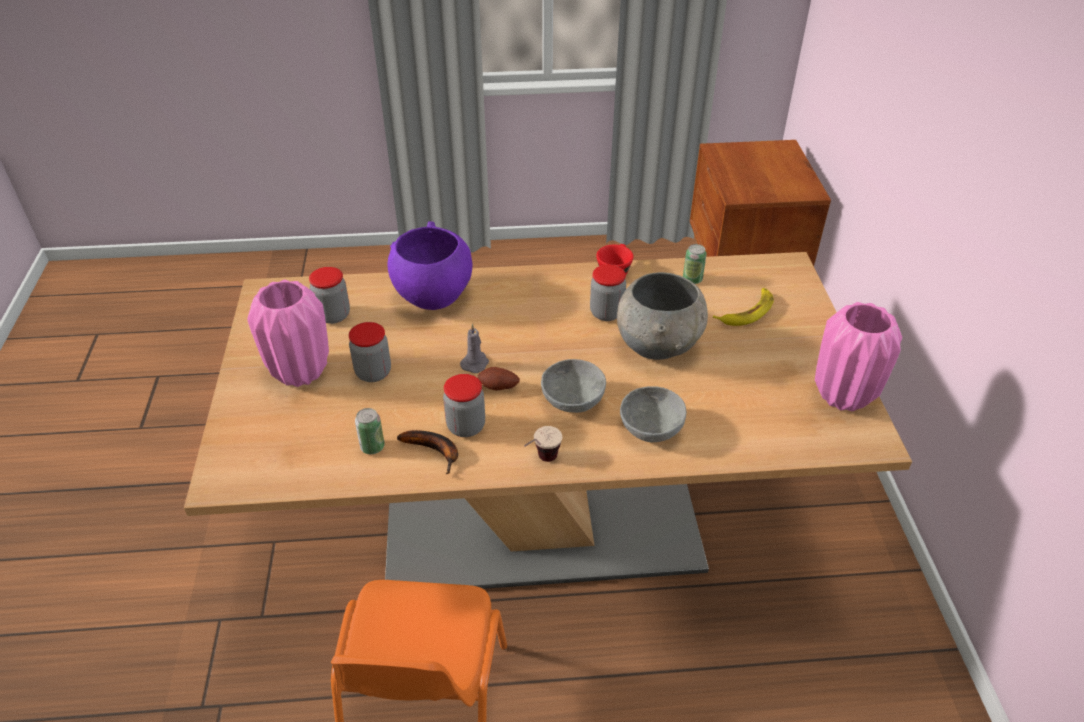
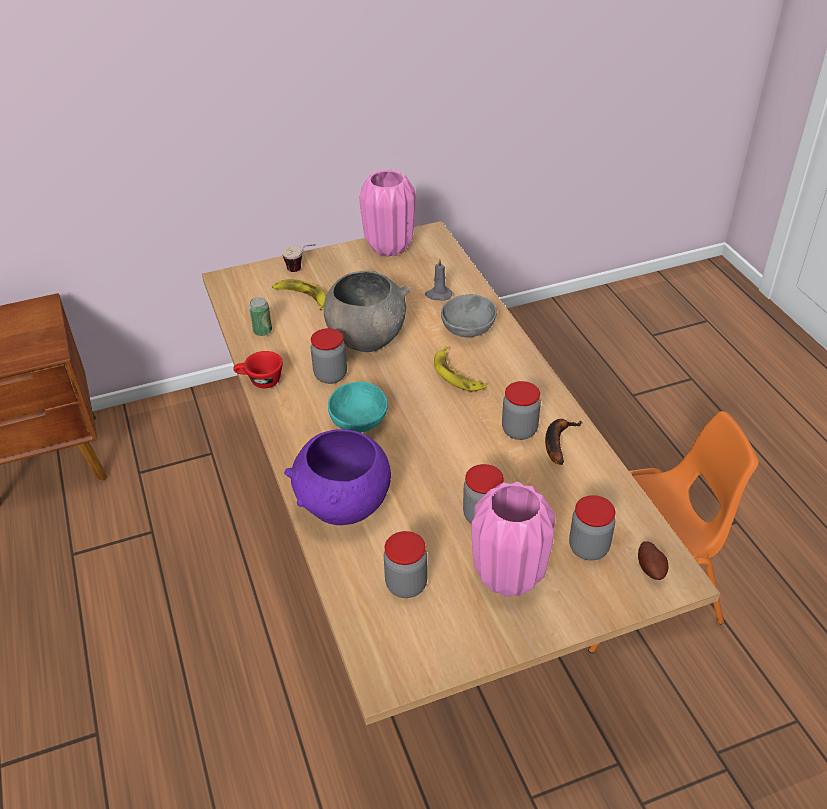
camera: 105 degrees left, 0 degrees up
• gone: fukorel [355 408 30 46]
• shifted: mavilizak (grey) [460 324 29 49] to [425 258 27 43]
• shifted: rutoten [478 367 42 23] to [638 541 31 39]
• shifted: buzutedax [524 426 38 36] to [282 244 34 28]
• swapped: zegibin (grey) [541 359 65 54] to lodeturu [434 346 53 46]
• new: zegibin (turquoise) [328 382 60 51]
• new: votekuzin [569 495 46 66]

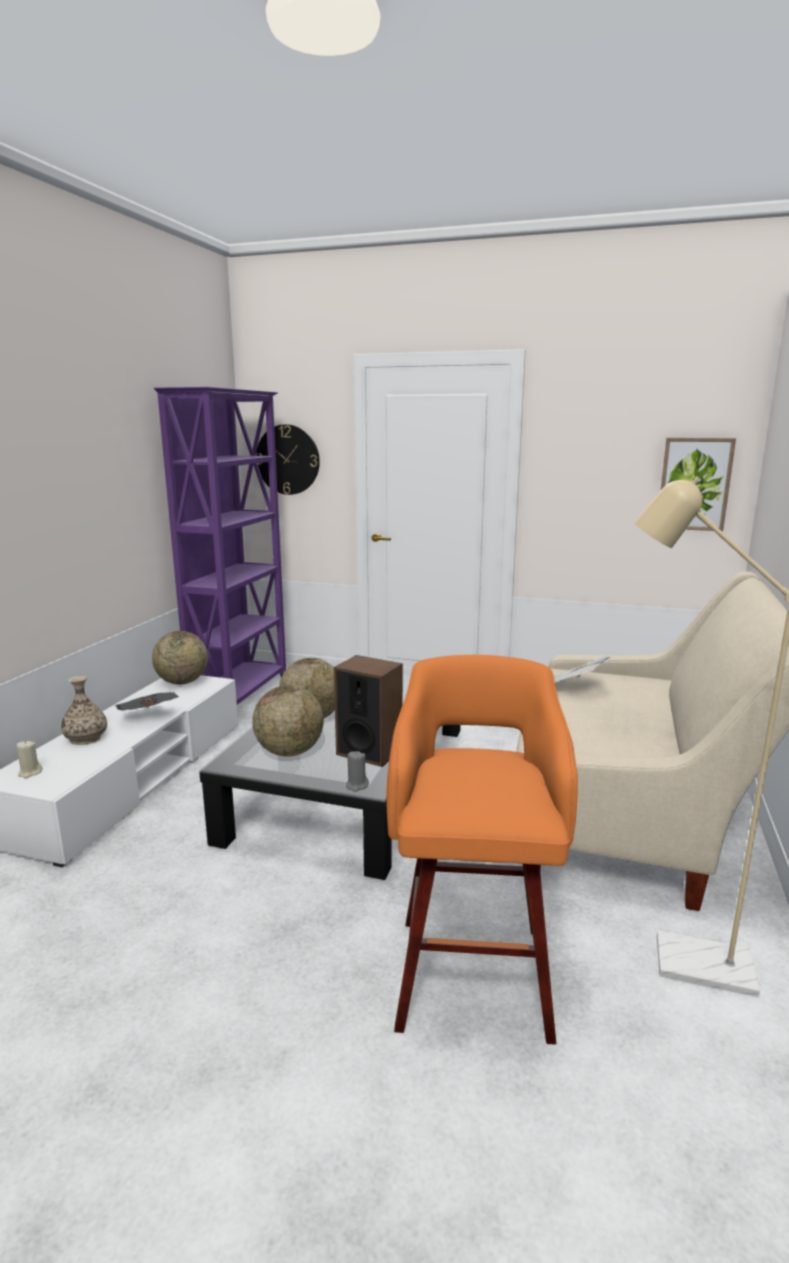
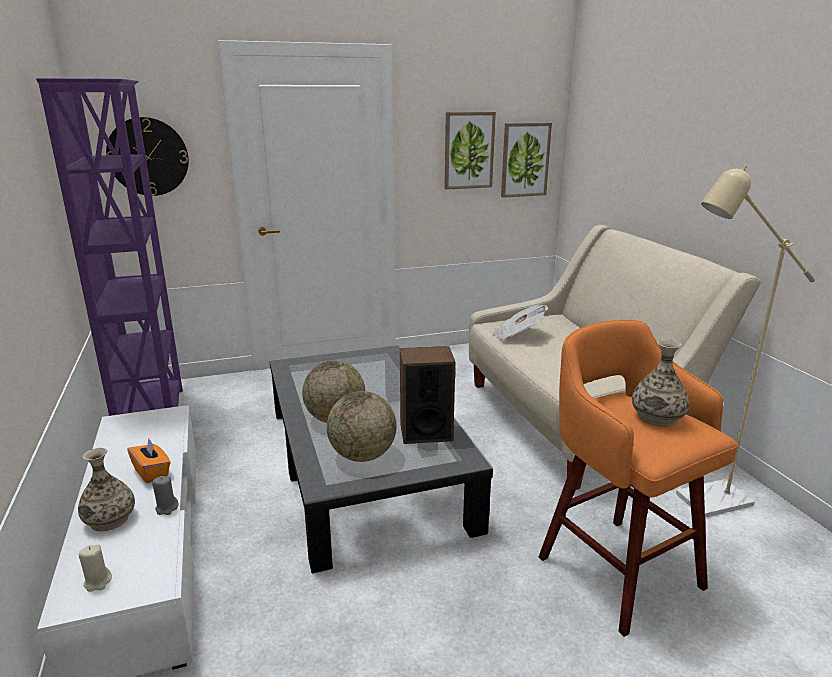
camera: 35 degrees left, 5 degrees up
• swapped: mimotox [115 692 64 19] to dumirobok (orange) [127 439 44 44]
• gone: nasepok [152 631 56 54]
• shifted: mavilizak (grey) [346 751 23 41] to [152 476 27 39]
• new: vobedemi [444 112 52 78]
• new: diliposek [632 339 57 88]

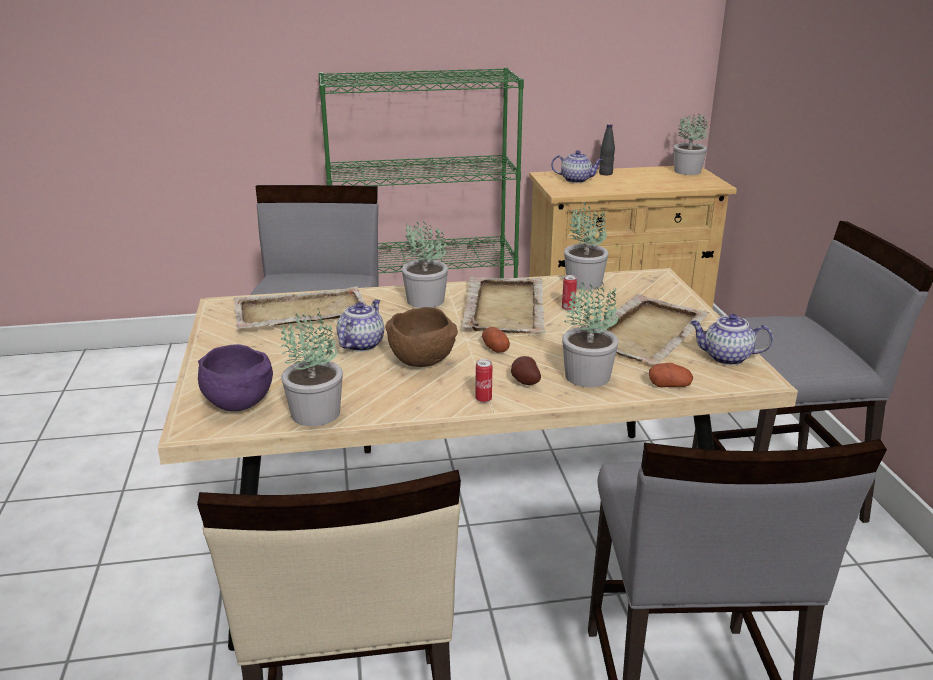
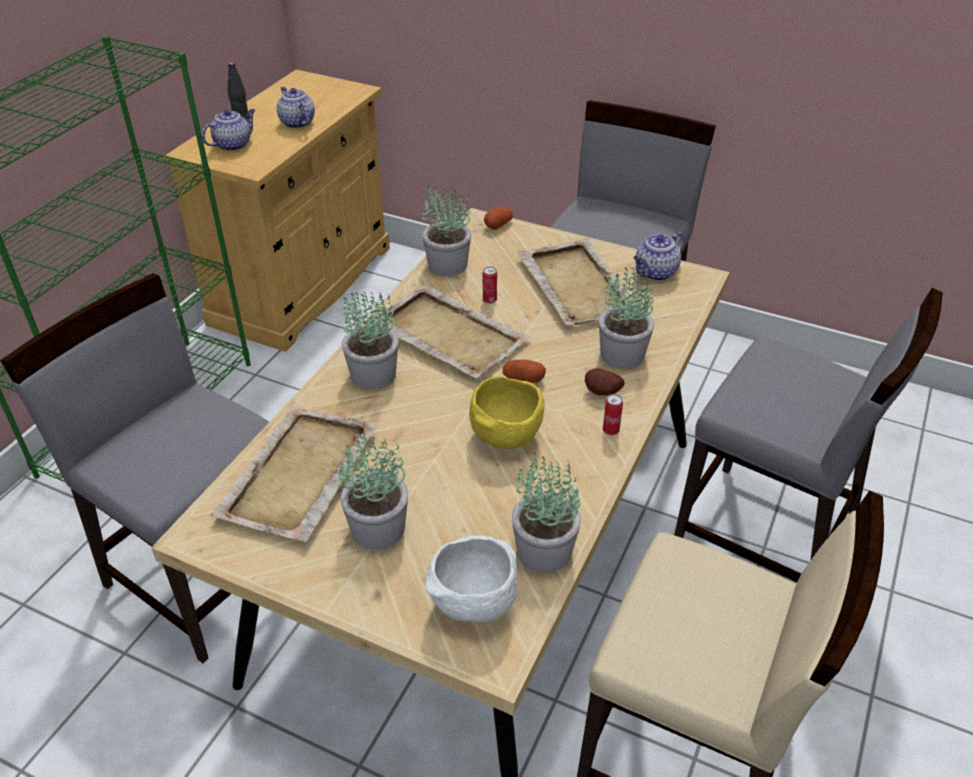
camera: 55 degrees left, 15 degrees up
• repainted: zegibin (purple) [198 344 75 67] to zegibin (white) [425 536 92 86]
• shifted: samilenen [337 299 47 53] to [277 87 38 42]
• repainted: zegibin (brown) [385 307 73 60] to zegibin (yellow) [469 376 75 73]
• shifted: rutoten [649 363 44 24] to [484 206 29 24]
• shifted: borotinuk [674 114 34 61] to [338 432 70 118]

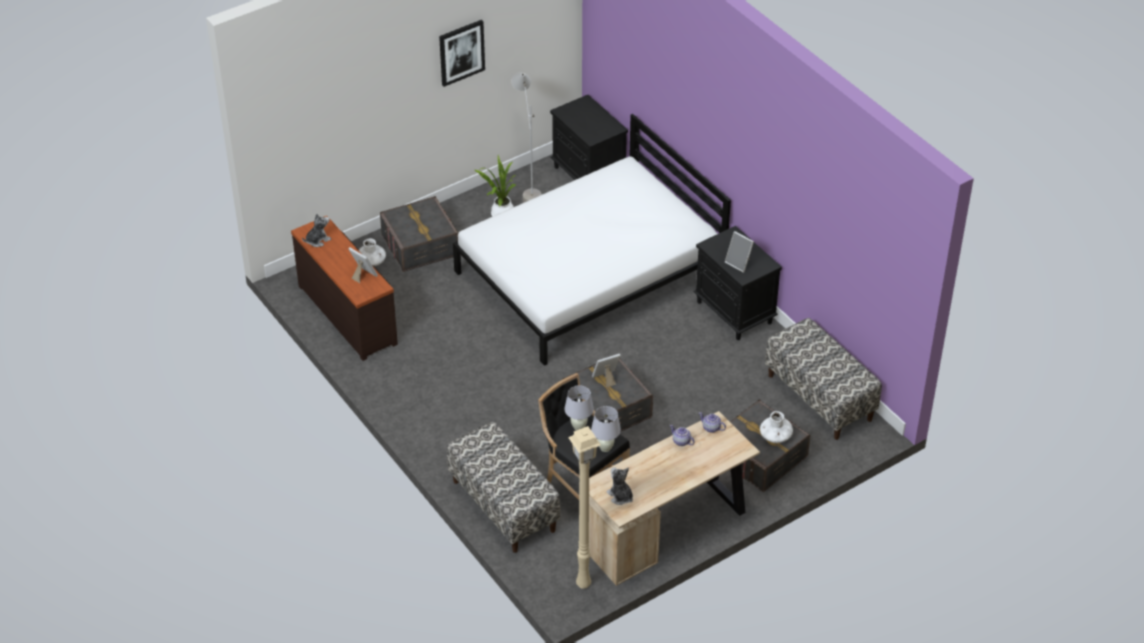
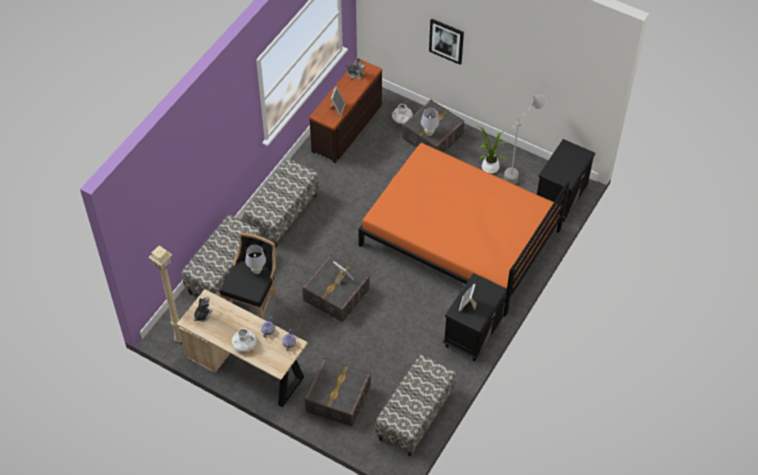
camera: 65 degrees right, 10 degrees up
• shifted: vobedemi [439 20 46 67] to [429 19 35 46]
• repainted: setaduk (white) [453 114 278 252] to setaduk (orange) [358 143 212 174]
• shifted: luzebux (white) [591 406 30 46] to [421 108 18 28]
• shifted: diliposek (white) [760 411 33 32] to [232 328 25 24]
• new: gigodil [243 158 76 89]

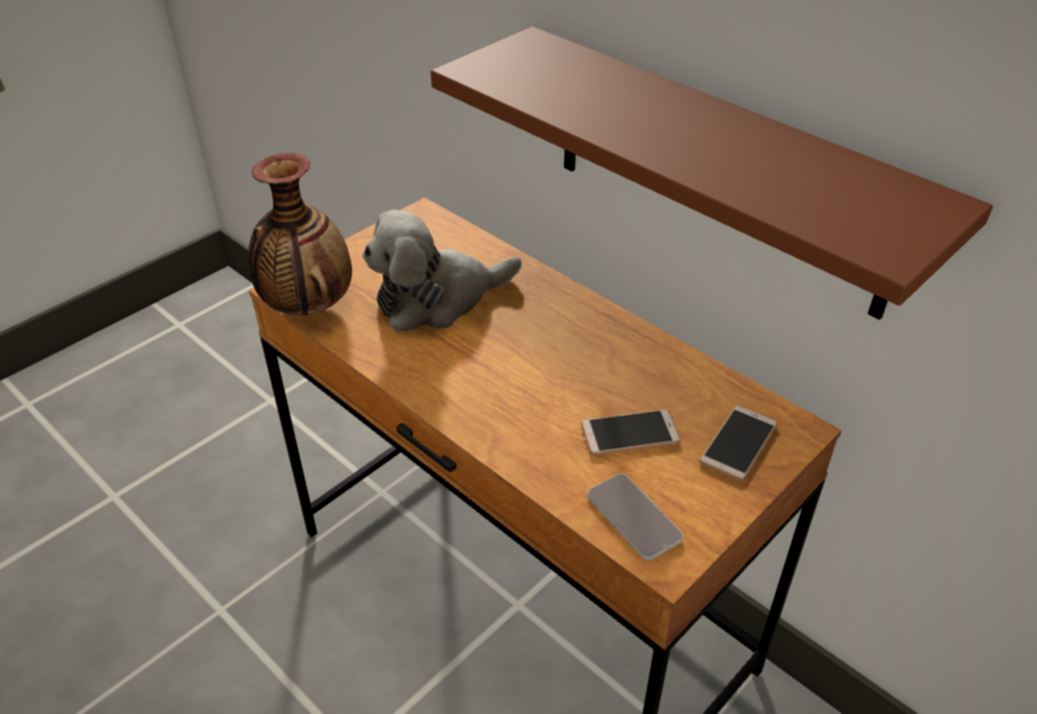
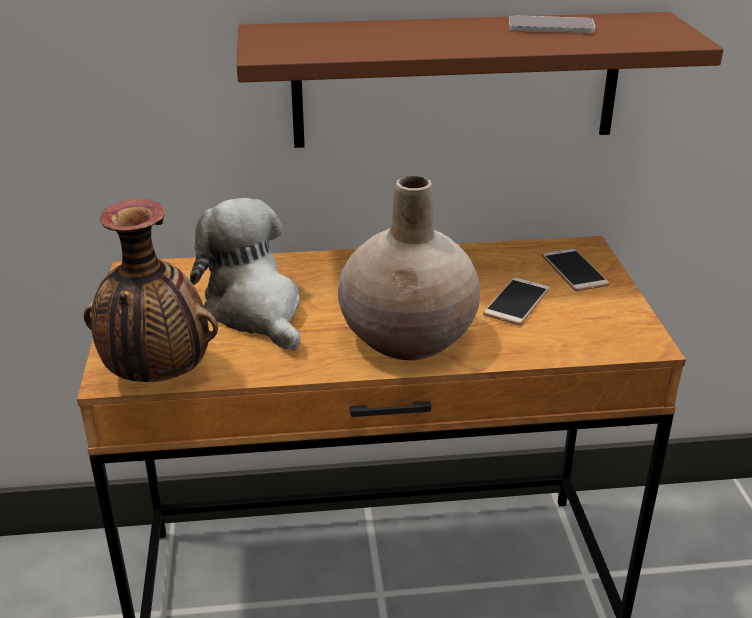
camera: 50 degrees left, 10 degrees down
• rotated: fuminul [362 210 160 121] = [190 198 111 153] 135 degrees clockwise
• shifted: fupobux [588 474 95 86] to [509 16 86 17]
• new: diliposek (beige) [338 176 143 185]

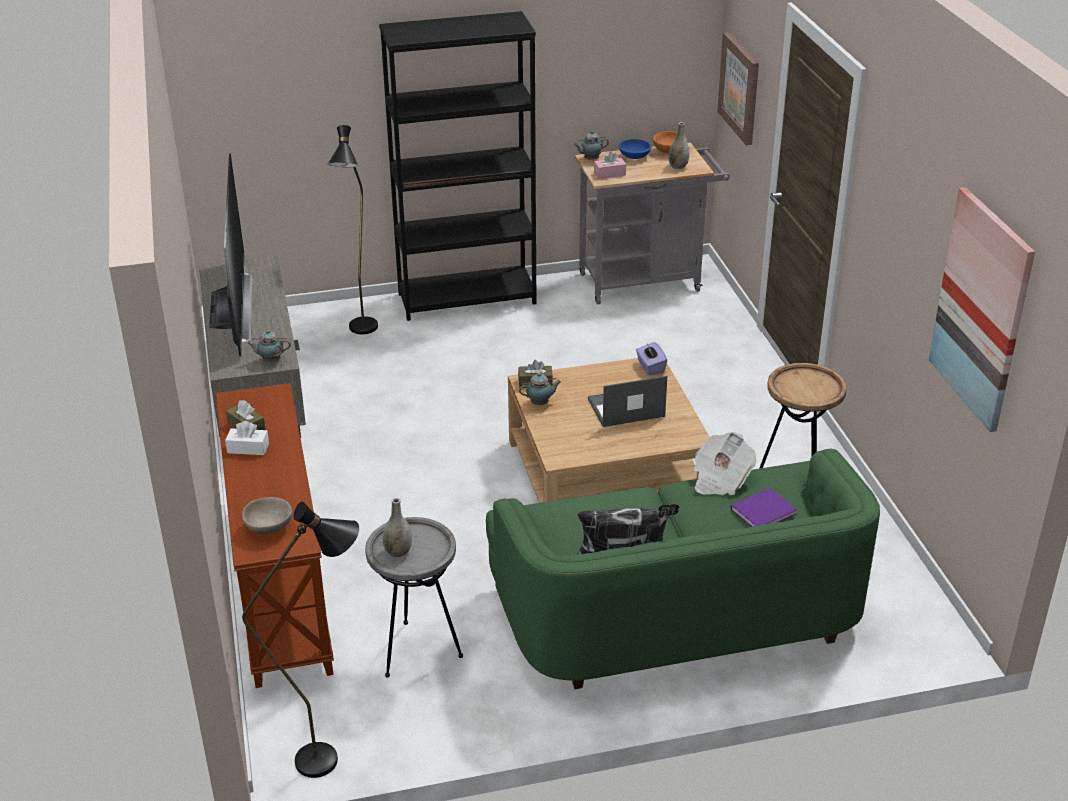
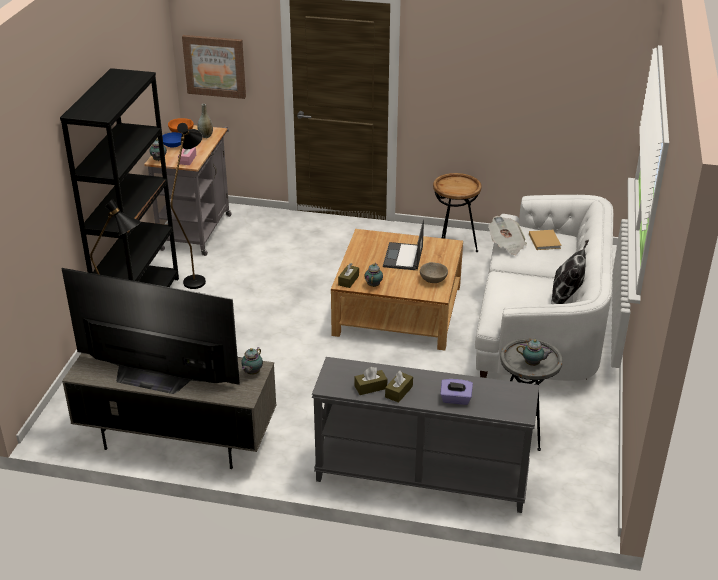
camera: 65 degrees left, 0 degrees up
• repainted: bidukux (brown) [216 383 118 305] to bidukux (grey) [312 357 227 156]
• repainted: dumirobok (white) [225 421 44 34] to dumirobok (brown) [385 371 28 32]
• shifted: zegibin (beige) [242 497 50 38] to [420 262 28 21]
• shifted: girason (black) [242 502 117 276] to [171 123 35 166]
• swapped: diliposek (grey) [382 498 30 59] to samilenen [516 339 37 27]
• repainted: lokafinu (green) [486 449 394 240] to lokafinu (white) [475 195 138 186]
• shifted: dumirobok (purple) [636 342 31 33] to [440 379 33 26]
• repainted: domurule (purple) [731 488 66 39] to domurule (beige) [529 230 33 20]
• gone: vobedemi [929 187 106 245]

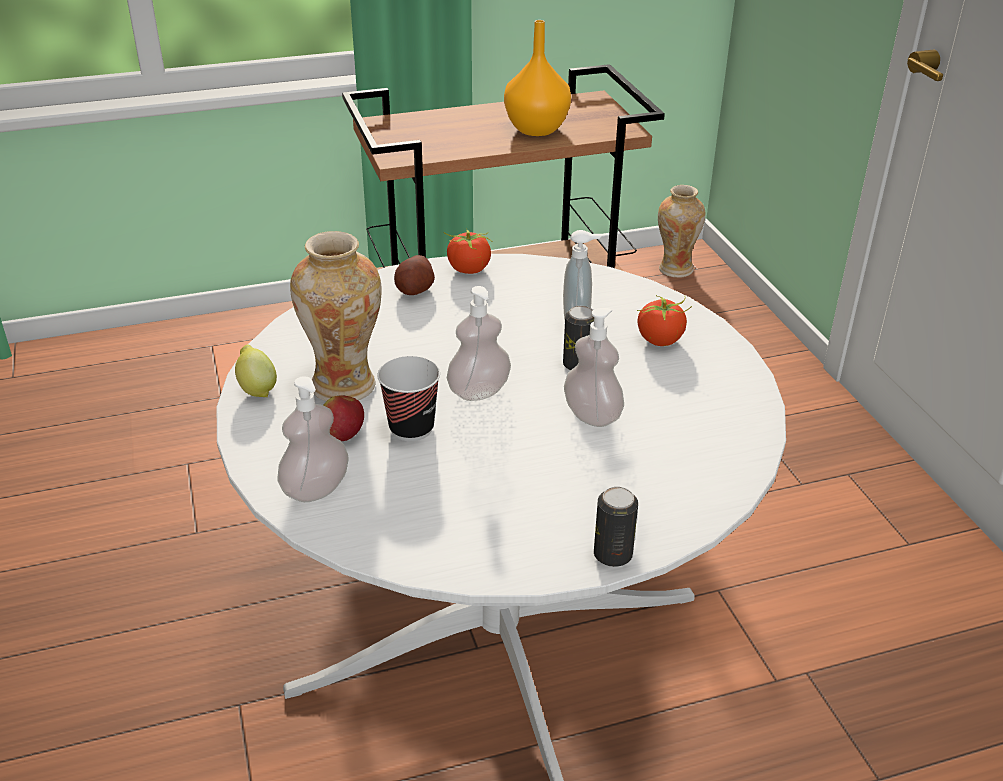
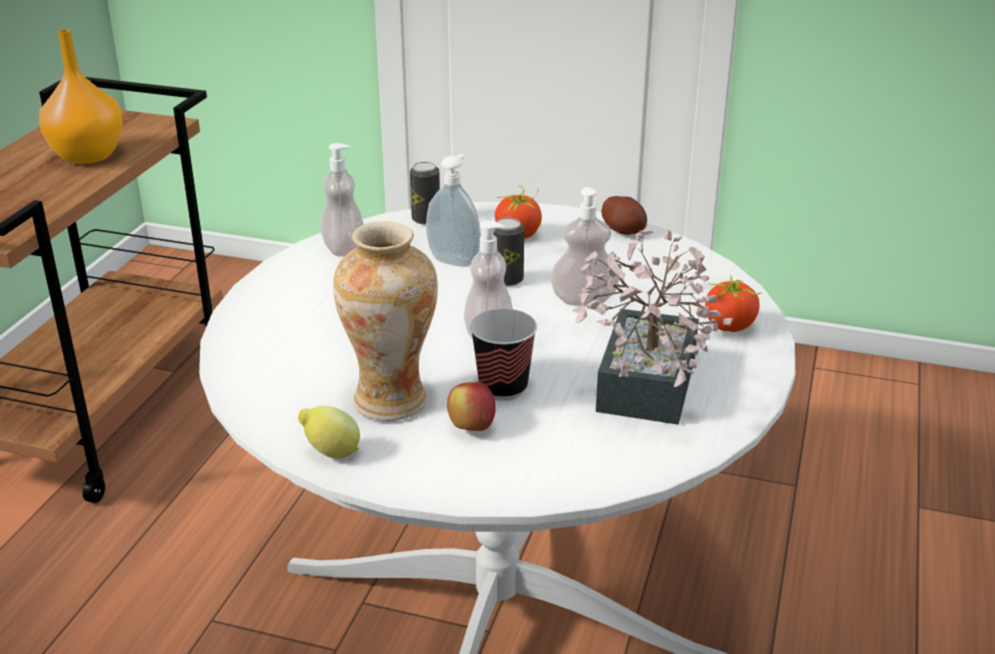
camera: 55 degrees left, 5 degrees down
• shifted: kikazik [278 376 71 126] to [320 143 44 113]
• shifted: rutoten [394 255 41 40] to [601 196 46 39]
• shifted: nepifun [444 228 47 46] to [705 276 57 56]
• shifted: fukorel [594 487 44 80] to [410 162 30 63]
• gone: diliposek [658 185 47 93]
• new: borotinuk [572 229 161 196]

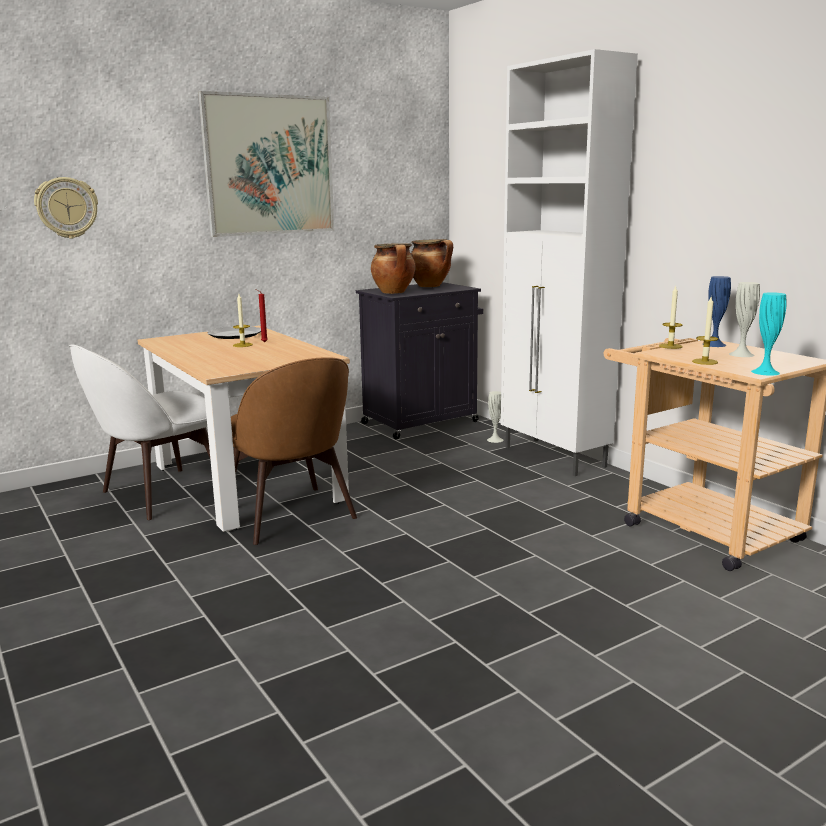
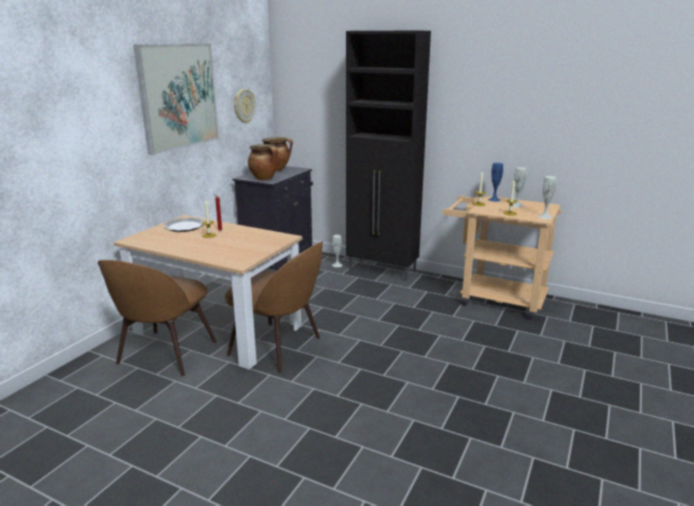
camera: 30 degrees left, 5 degrees up
• shifted: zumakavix [34 177 64 62] to [234 89 22 34]
• repainted: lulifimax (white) [69 344 141 176] to lulifimax (brown) [98 260 119 116]
• repainted: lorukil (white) [501 49 137 427] to lorukil (black) [346 30 85 251]
• repainted: diliposek (turquoise) [751 292 36 84] to diliposek (white) [538 176 19 43]

